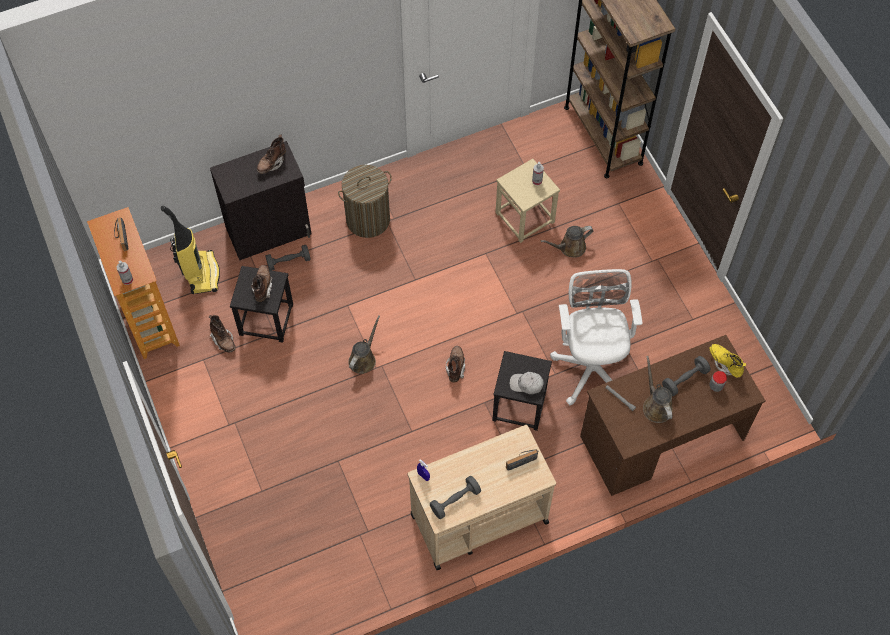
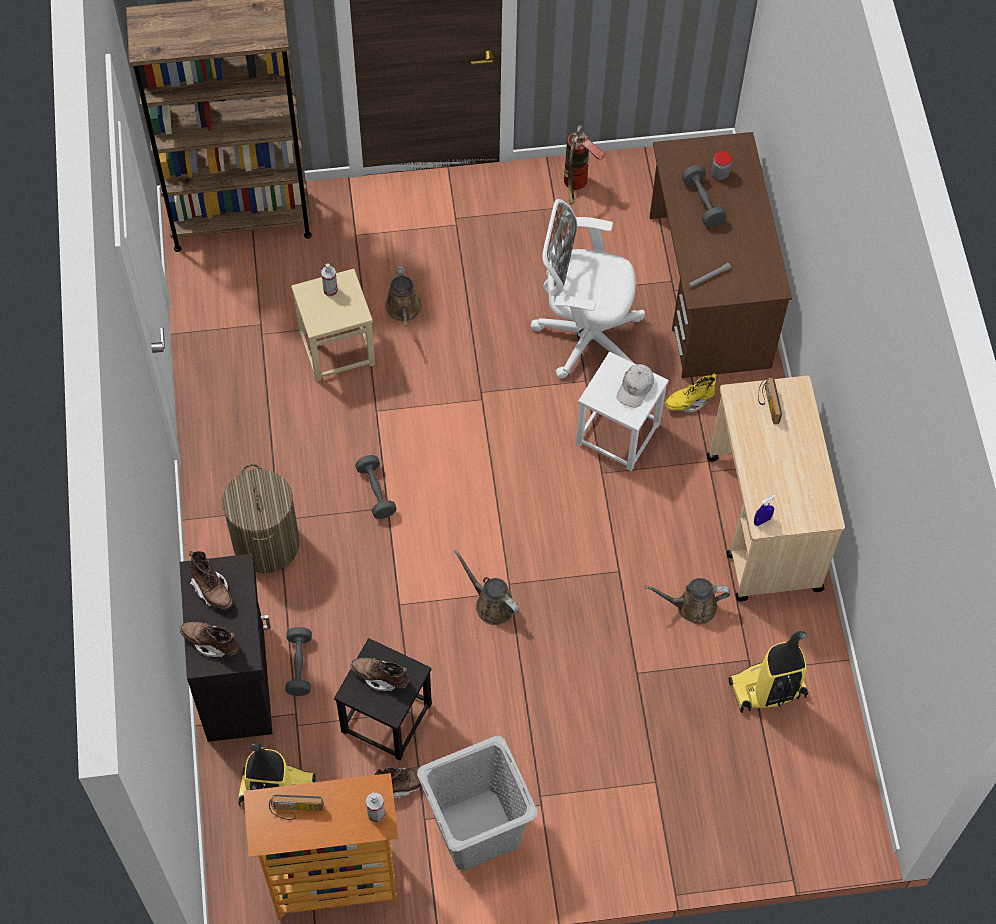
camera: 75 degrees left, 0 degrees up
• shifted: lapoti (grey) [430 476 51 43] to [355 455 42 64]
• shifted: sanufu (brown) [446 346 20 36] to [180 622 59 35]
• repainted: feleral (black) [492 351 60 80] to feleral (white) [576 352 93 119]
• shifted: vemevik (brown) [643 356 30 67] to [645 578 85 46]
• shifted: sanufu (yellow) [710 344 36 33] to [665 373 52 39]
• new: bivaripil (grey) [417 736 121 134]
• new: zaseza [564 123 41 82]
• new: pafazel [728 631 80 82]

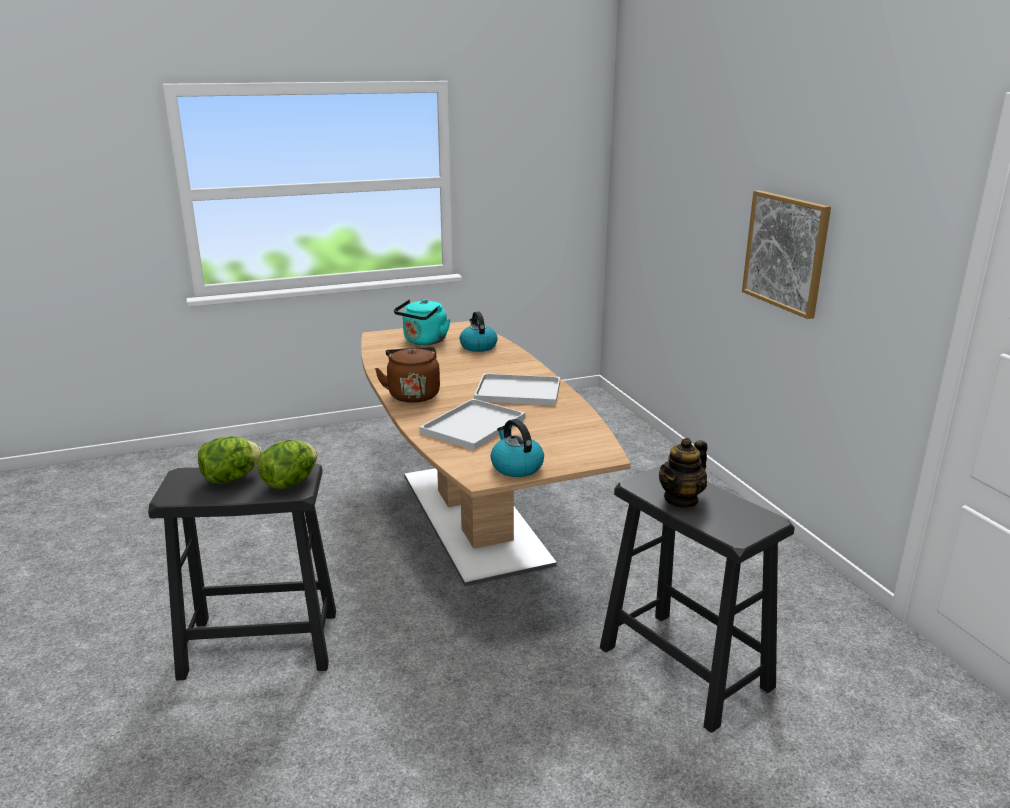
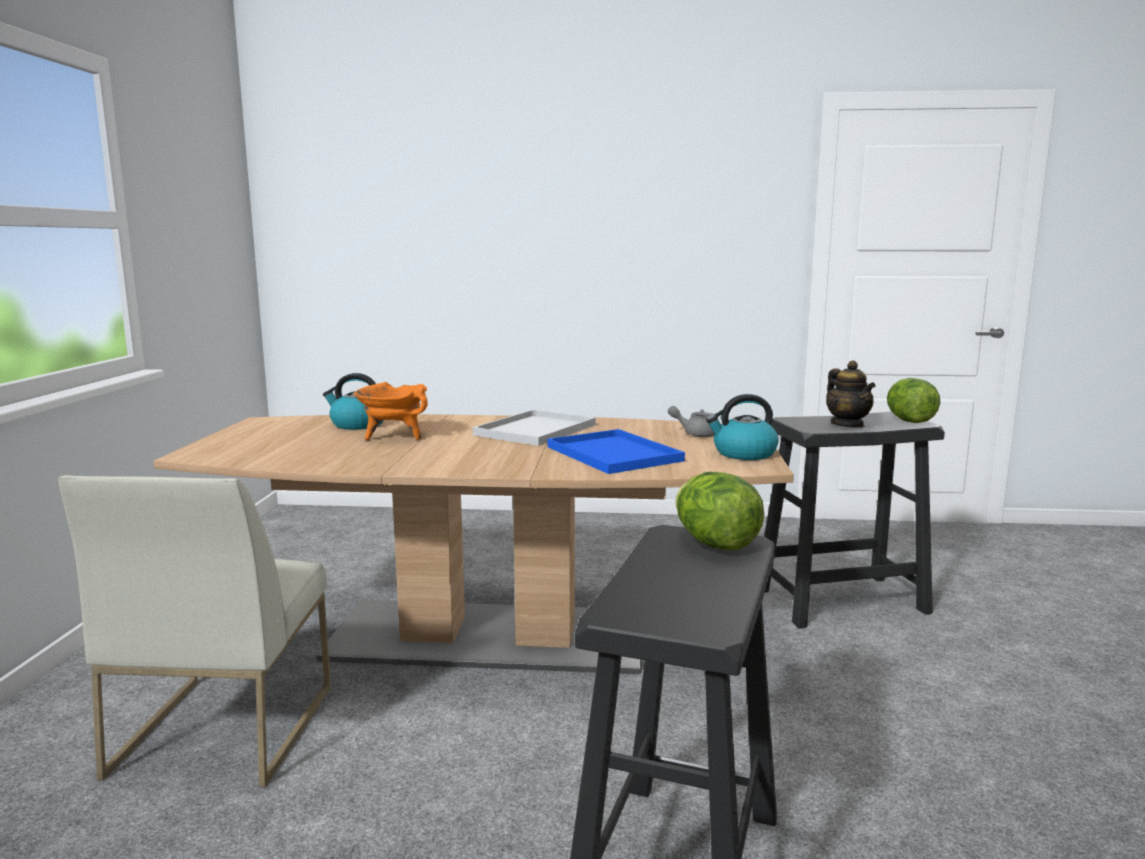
camera: 65 degrees left, 10 degrees down
• shifted: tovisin [198 436 64 48] to [887 378 53 45]
• gone: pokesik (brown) [375 347 65 56]
• gone: pokesik (turquoise) [394 299 56 46]
• repainted: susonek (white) [419 399 106 51] to susonek (blue) [548 429 137 45]
• gone: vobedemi [742 190 89 129]
• new: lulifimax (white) [58 475 273 312]
• new: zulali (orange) [354 382 74 58]
• new: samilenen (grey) [668 406 46 31]

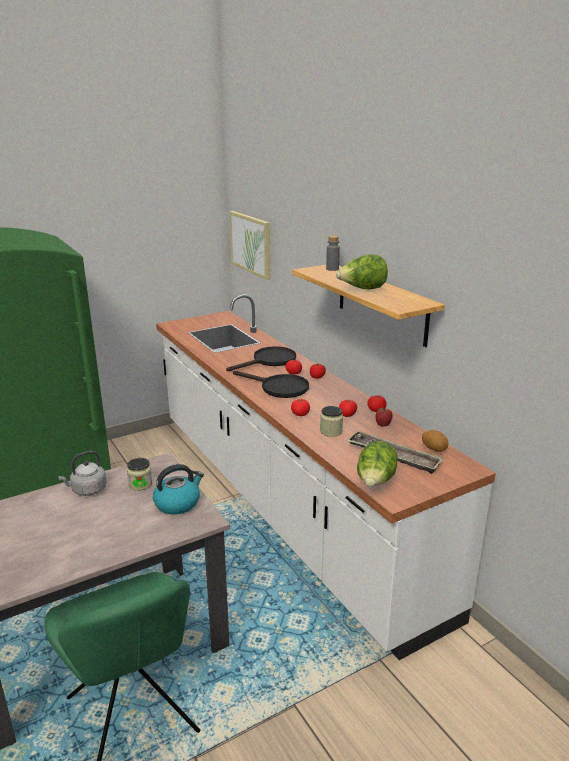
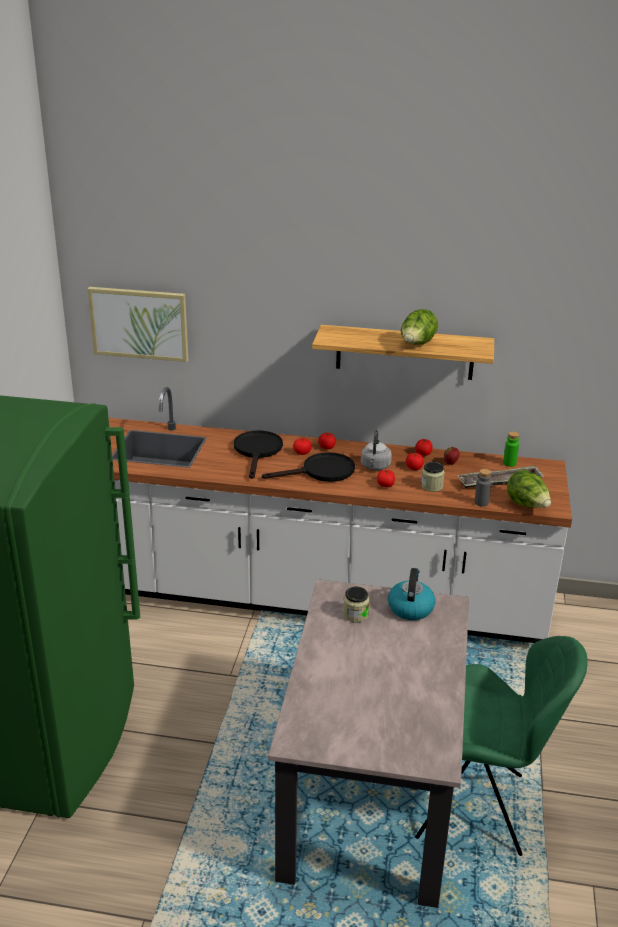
camera: 50 degrees left, 5 degrees up
• shifted: pokesik (grey) [58 451 49 45] to [361 430 31 41]
• shifted: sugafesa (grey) [326 236 14 35] to [475 469 16 37]
• swapped: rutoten [422 430 27 22] to sugafesa (green) [503 431 16 36]

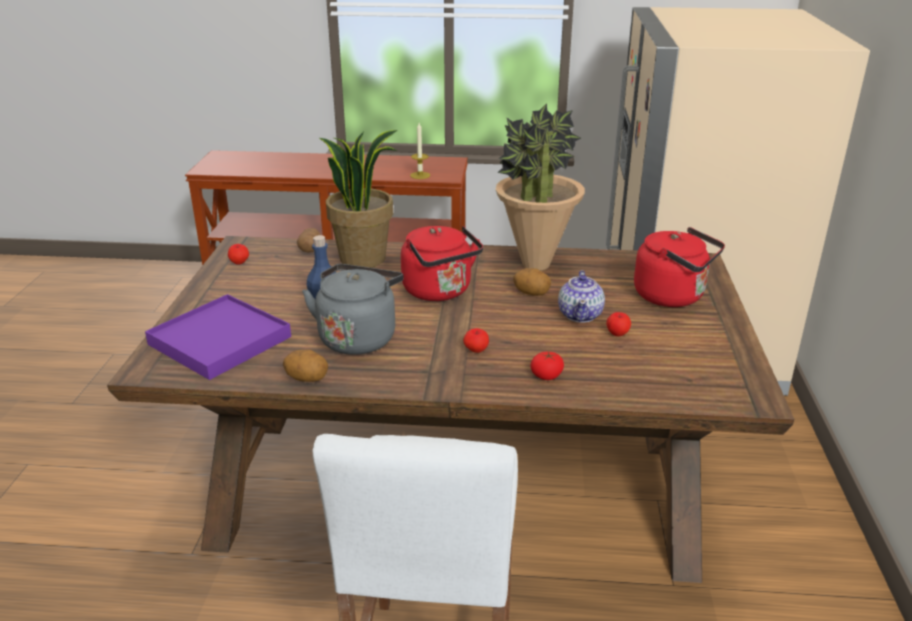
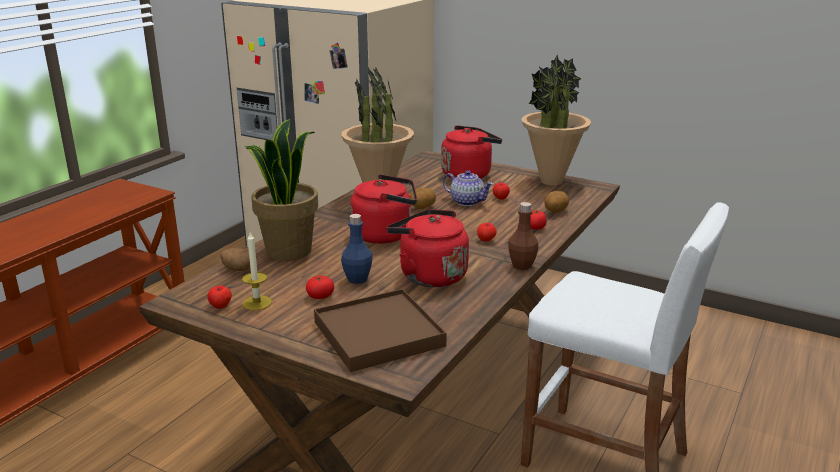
camera: 65 degrees left, 5 degrees down
• repainted: susonek (purple) [145 294 146 86] to susonek (brown) [314 289 133 83]
• shifted: rutoten [283 349 45 33] to [544 191 25 22]
• repainted: pokesik (grey) [302 264 102 91] to pokesik (red) [387 209 82 78]
• shifted: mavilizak [410 123 20 56] to [242 232 30 78]
• new: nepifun [306 276 28 23]
• new: sugafesa (brown) [508 202 31 68]
• new: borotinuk [522 55 69 130]

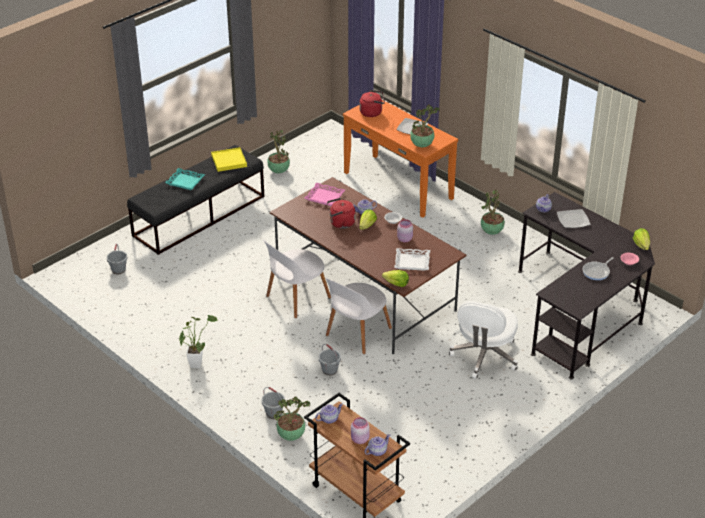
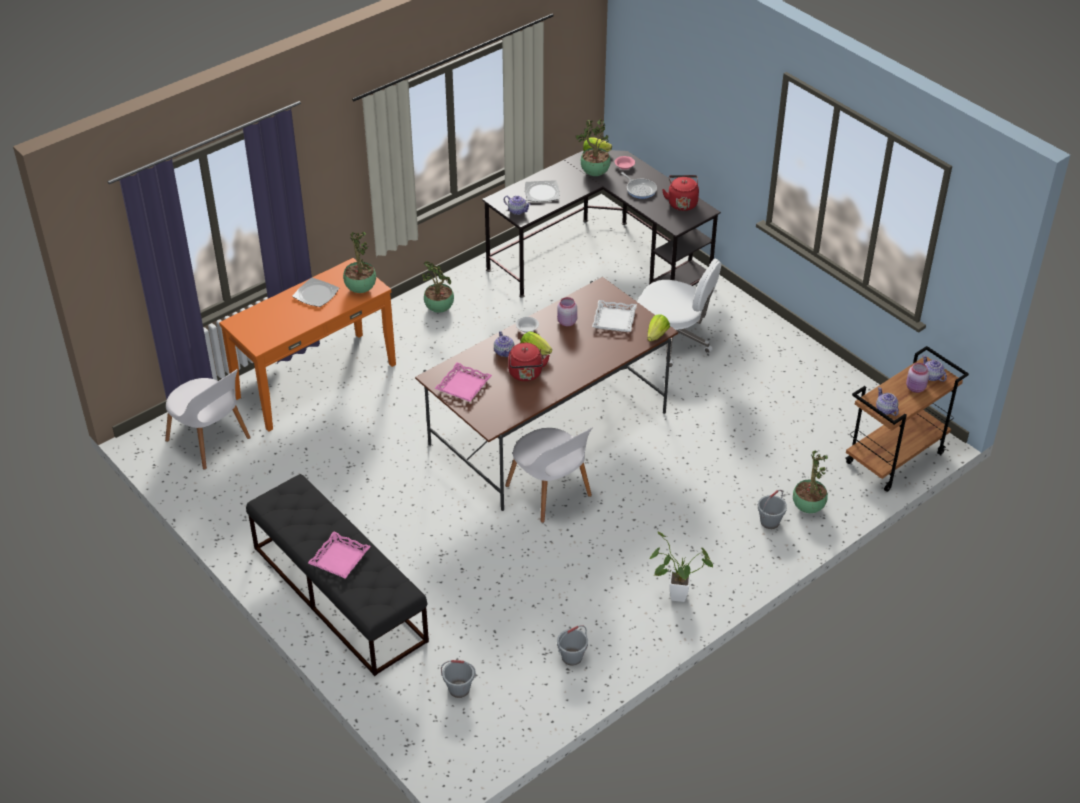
camera: 85 degrees left, 5 degrees up
• repainted: susonek (turquoise) [165 168 40 22] to susonek (pink) [308 531 63 48]
• gone: susonek (yellow) [211 147 36 25]
• shifted: borotinuk [267 130 23 43] to [576 119 35 57]
• shifted: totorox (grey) [319 344 22 32] to [557 625 31 41]
• shifted: lulifimax (white) [325 278 67 76] to [165 369 86 101]
• shifted: pokesik (red) [360 90 25 27] to [662 175 37 36]

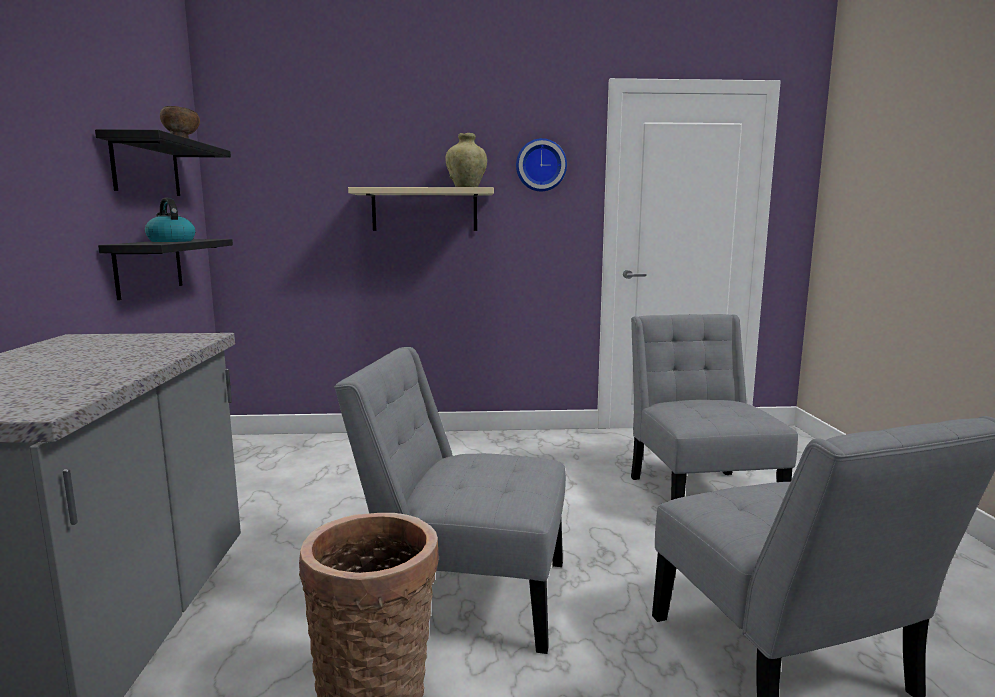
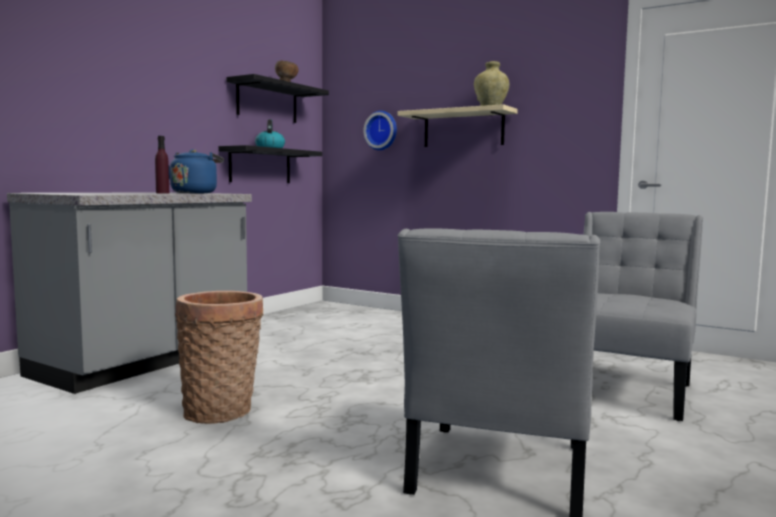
camera: 35 degrees right, 5 degrees down
• gone: lulifimax (grey) [334 347 232 307]
• shifted: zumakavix [516 138 51 53] to [363 111 34 39]
• new: sugafesa (purple) [155 136 14 57]
• new: pokesik (blue) [169 149 55 44]

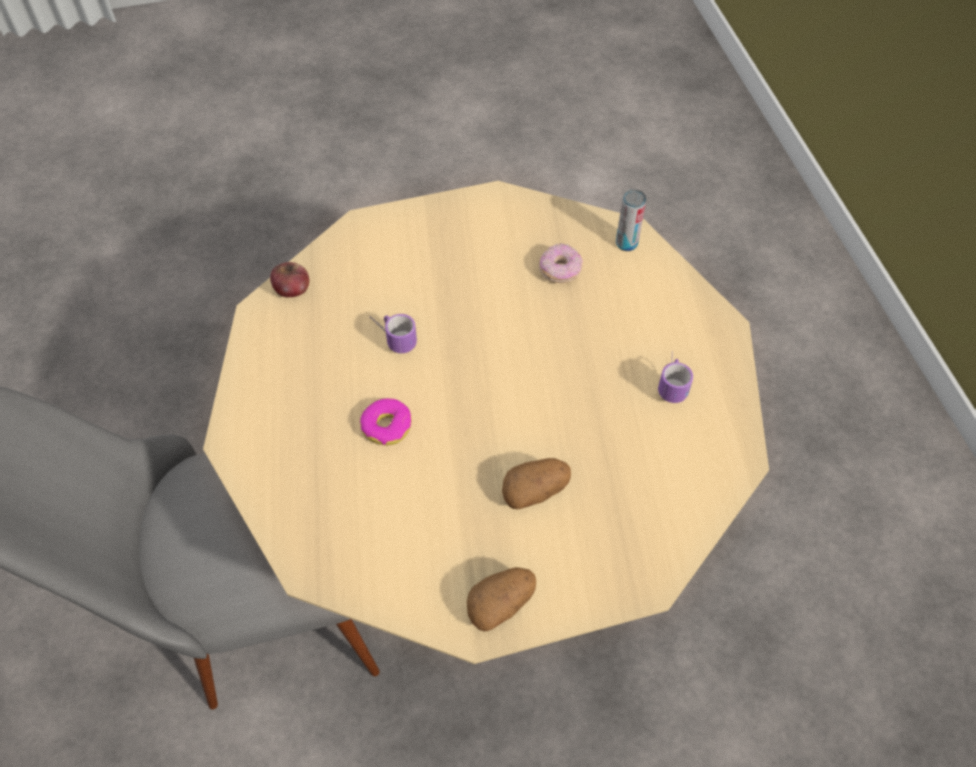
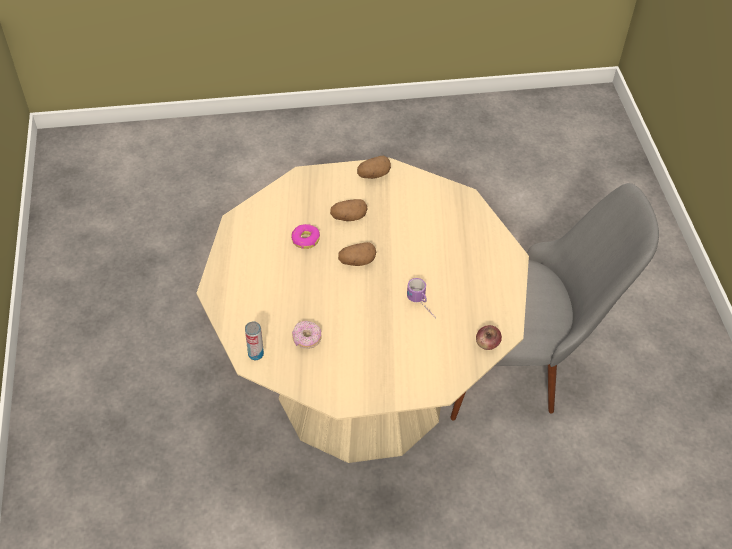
camera: 175 degrees left, 5 degrees down
• shifted: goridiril [360 398 52 48] to [291 224 29 25]
• gone: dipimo [658 351 35 52]
• new: rutoten [338 242 38 24]

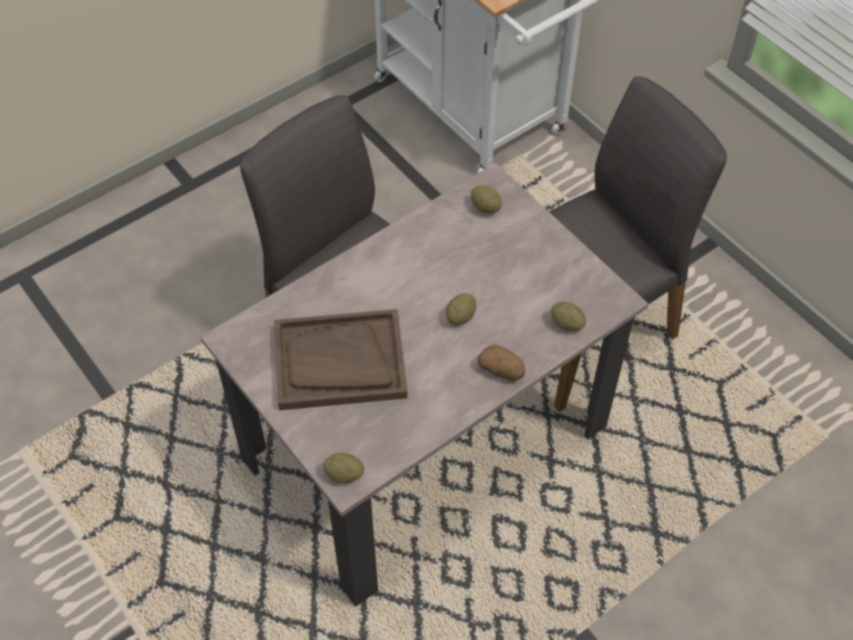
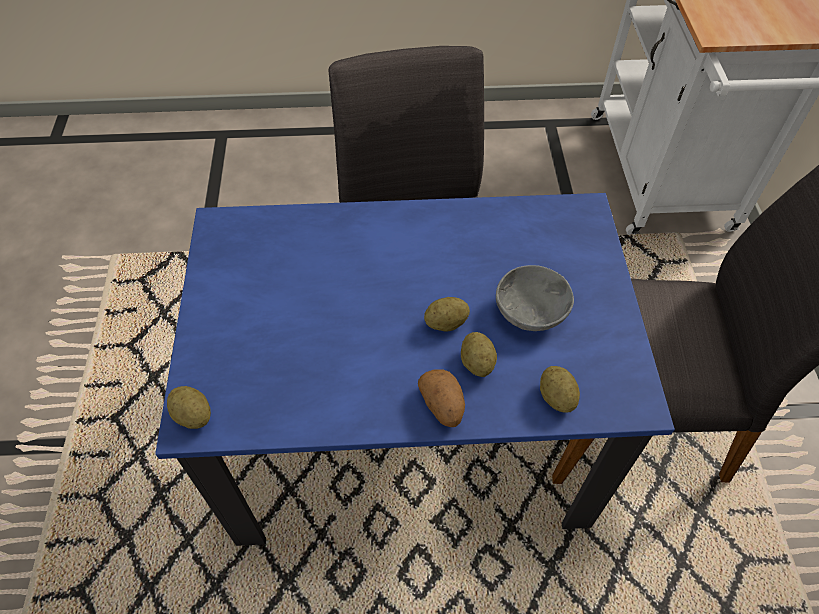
camera: 35 degrees right, 0 degrees up
• repainted: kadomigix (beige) [200 163 448 444] to kadomigix (blue) [155 193 520 353]
• gone: susonek (brown) [274 309 134 101]
• shifted: rutoten [471 185 31 28] to [461 332 36 45]
• new: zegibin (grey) [496 265 78 66]

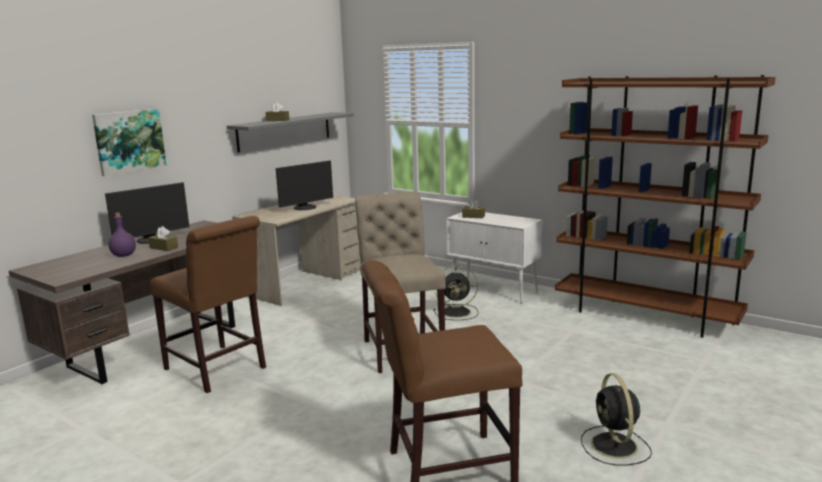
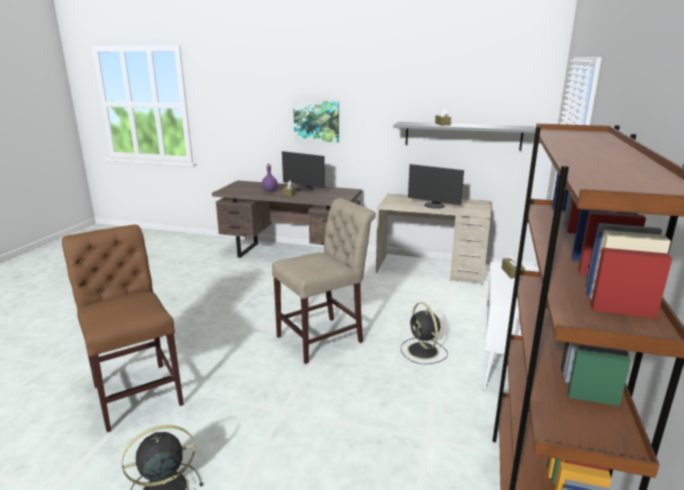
camera: 70 degrees right, 5 degrees up
• gone: lulifimax (brown) [150 216 116 177]

